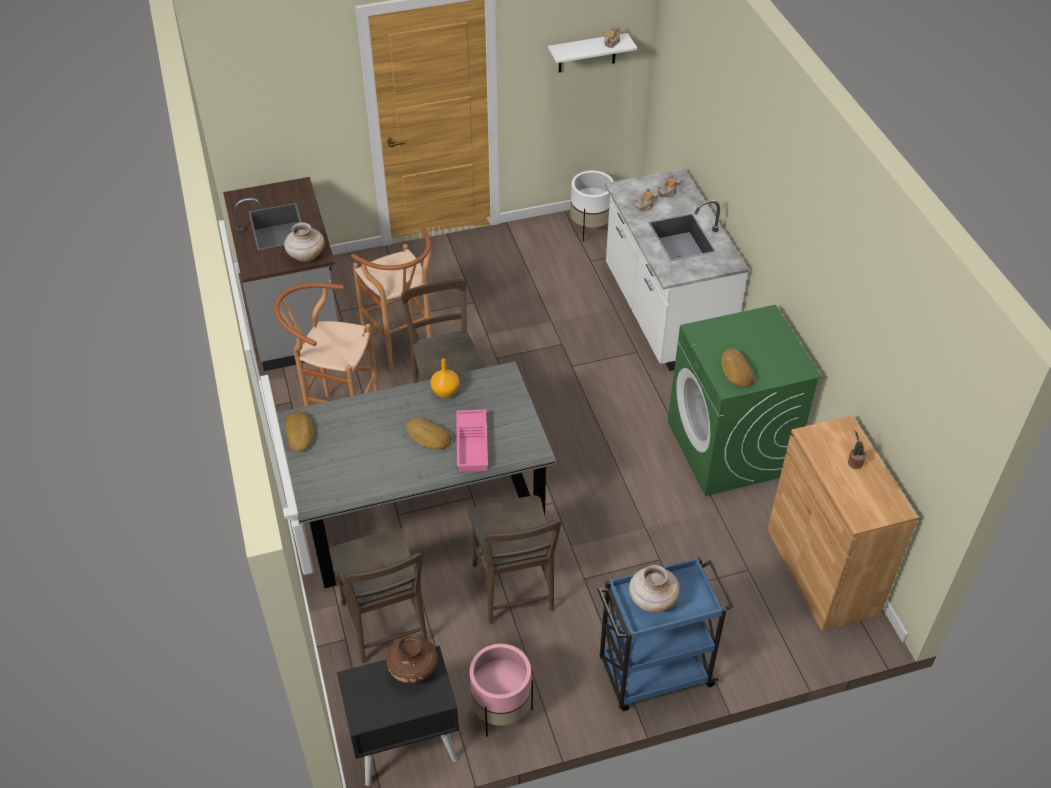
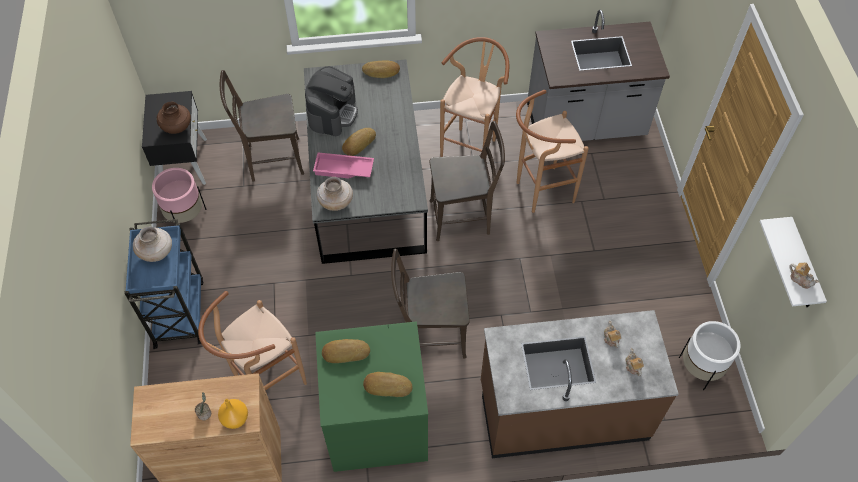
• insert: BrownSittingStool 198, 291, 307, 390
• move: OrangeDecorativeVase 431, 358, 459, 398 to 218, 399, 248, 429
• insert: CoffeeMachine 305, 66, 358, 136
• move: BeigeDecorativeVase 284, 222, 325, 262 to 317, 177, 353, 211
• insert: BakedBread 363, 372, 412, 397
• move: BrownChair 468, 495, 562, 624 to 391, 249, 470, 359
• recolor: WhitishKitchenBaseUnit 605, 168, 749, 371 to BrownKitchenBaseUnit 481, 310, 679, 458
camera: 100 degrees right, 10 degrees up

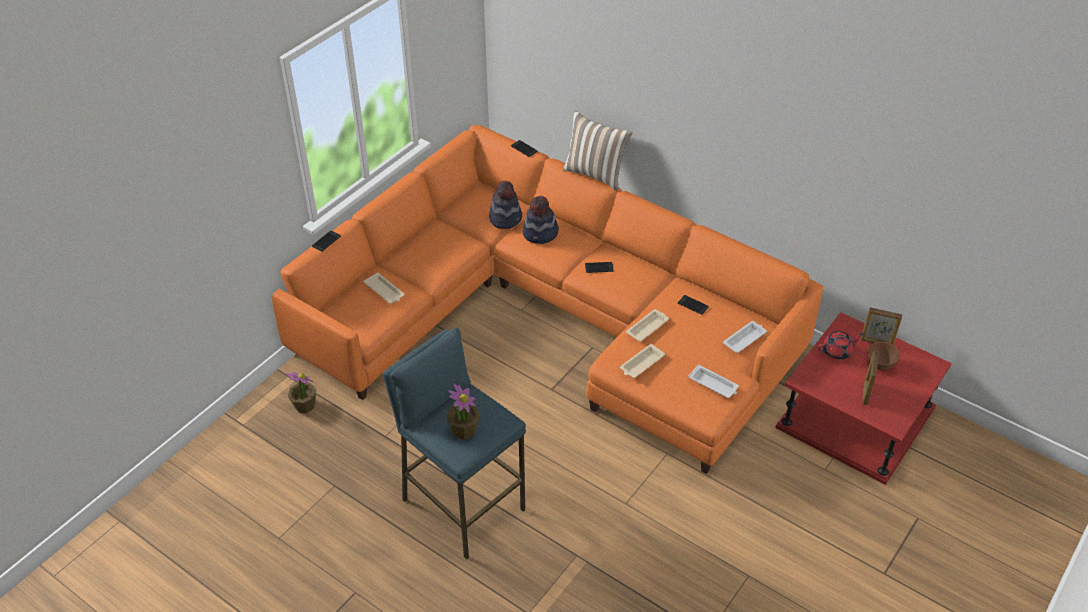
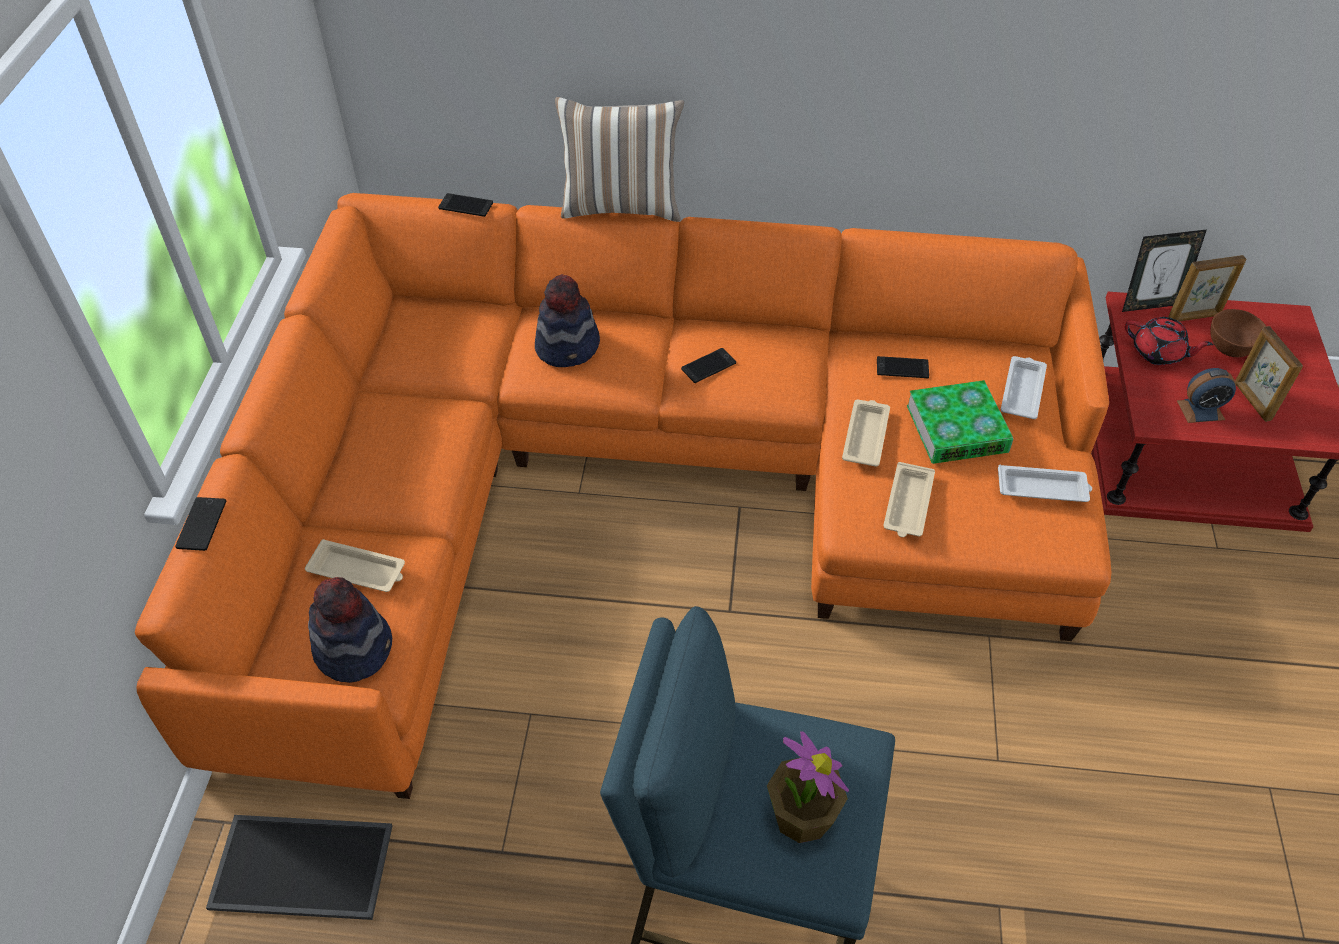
• replace: PottedPlant 286, 372, 316, 413 to Tray 206, 815, 392, 920
• move: ClothingHat 489, 181, 522, 229 to 308, 577, 392, 683
• insert: BoundBook 907, 380, 1013, 464
• insert: StandingFrame 1122, 229, 1207, 312
• rotate: RedColouredPotForTea 818, 331, 864, 360 = 1125, 317, 1213, 366 75 degrees clockwise
• insert: AlarmClock 1177, 368, 1236, 423
camera: 30 degrees left, 5 degrees up

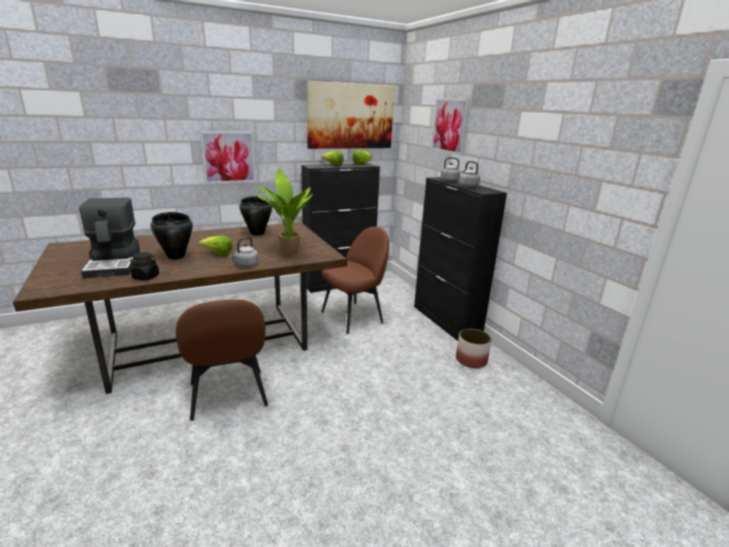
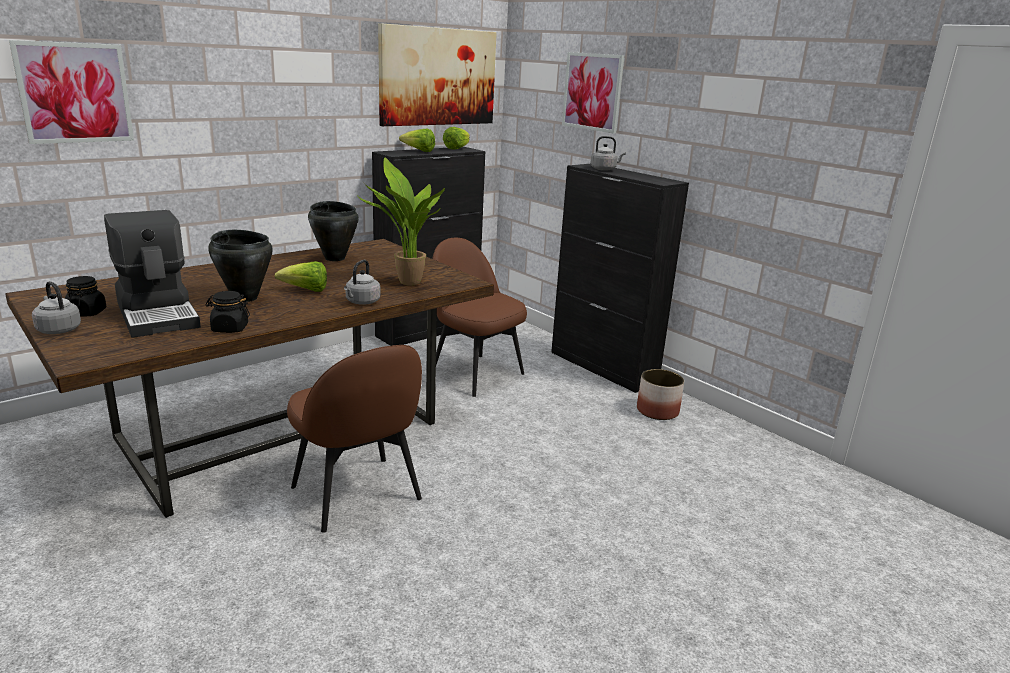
• move: WallPicture 200, 131, 256, 184 to 9, 40, 134, 144
• move: GreyishKettle 459, 161, 480, 188 to 32, 281, 81, 334
• insert: BlackishStorageJar 65, 276, 106, 317
• rotate: BrownChair 321, 227, 389, 334 = 432, 238, 527, 397 90 degrees counterclockwise
camera: 15 degrees left, 0 degrees up

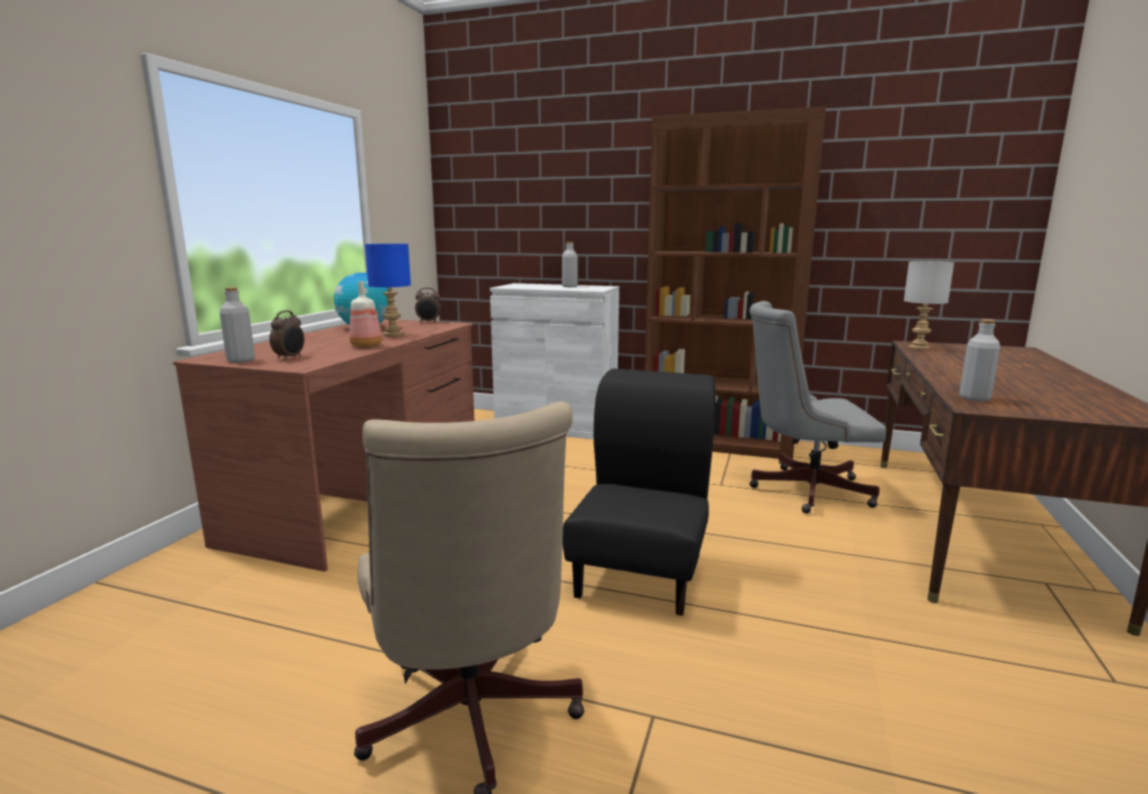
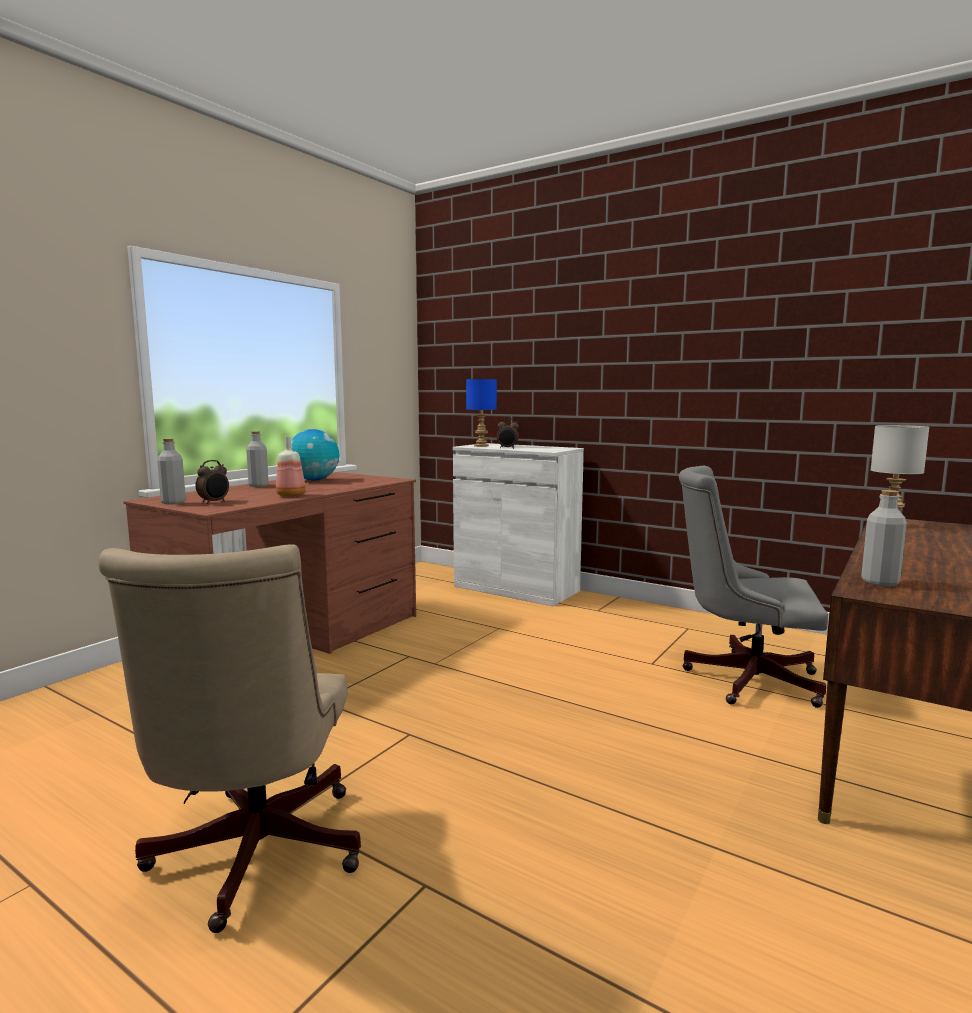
• move: GreyishBottle 562, 242, 578, 287 to 246, 431, 269, 487
• move: BluishLampForATable 365, 244, 411, 337 to 466, 379, 497, 447
• move: AlarmClock 415, 288, 441, 323 to 497, 418, 519, 449
• delete: BlackishChair 562, 368, 716, 616
• delete: BrownShelvingUnit 645, 107, 826, 459
camera: 15 degrees right, 5 degrees down

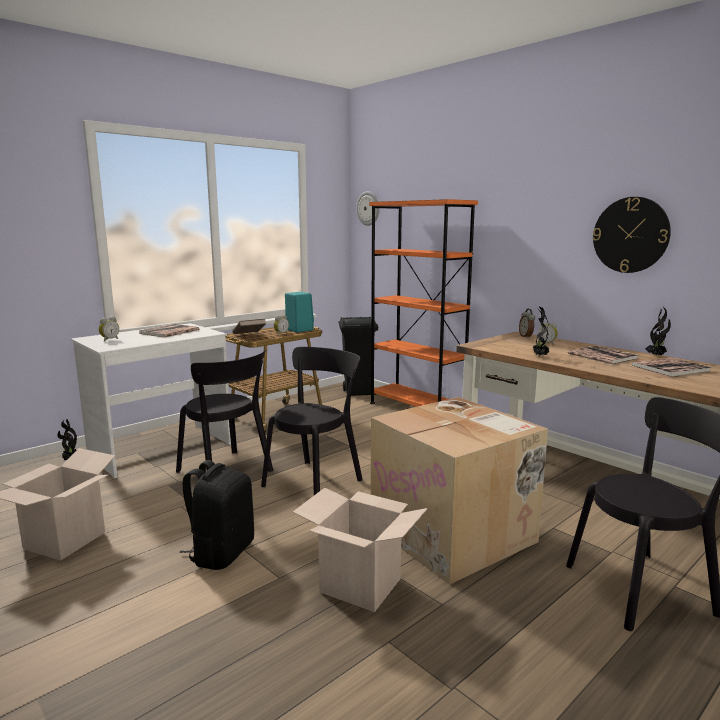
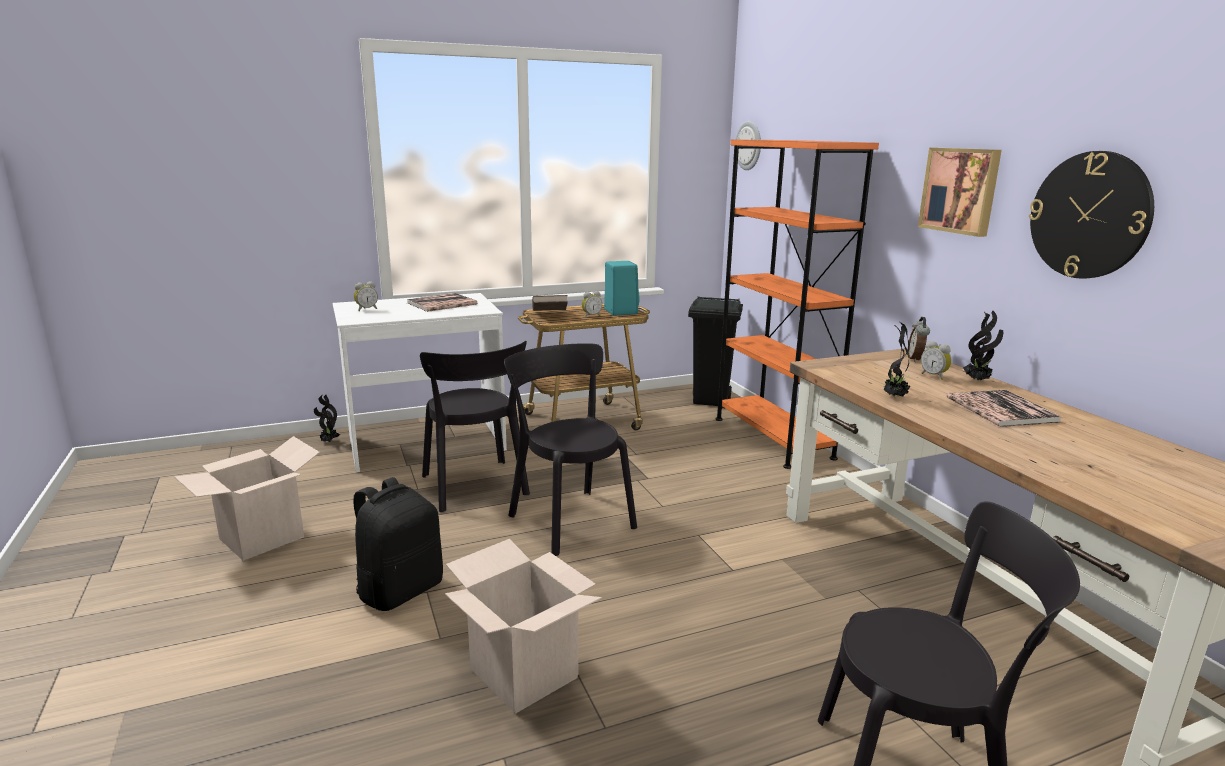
• rotate: BlackishChair 261, 347, 363, 495 = 504, 343, 637, 556 90 degrees counterclockwise
• insert: WallPicture 918, 148, 1002, 237
• move: PottedPlant 645, 307, 671, 357 to 963, 311, 1003, 381
• delete: CardboardBox 371, 397, 548, 585
• delete: BoundBook 631, 357, 712, 377
camera: 20 degrees right, 5 degrees up

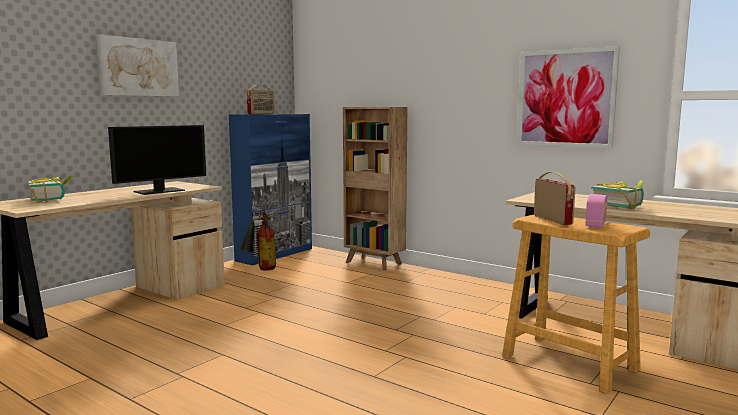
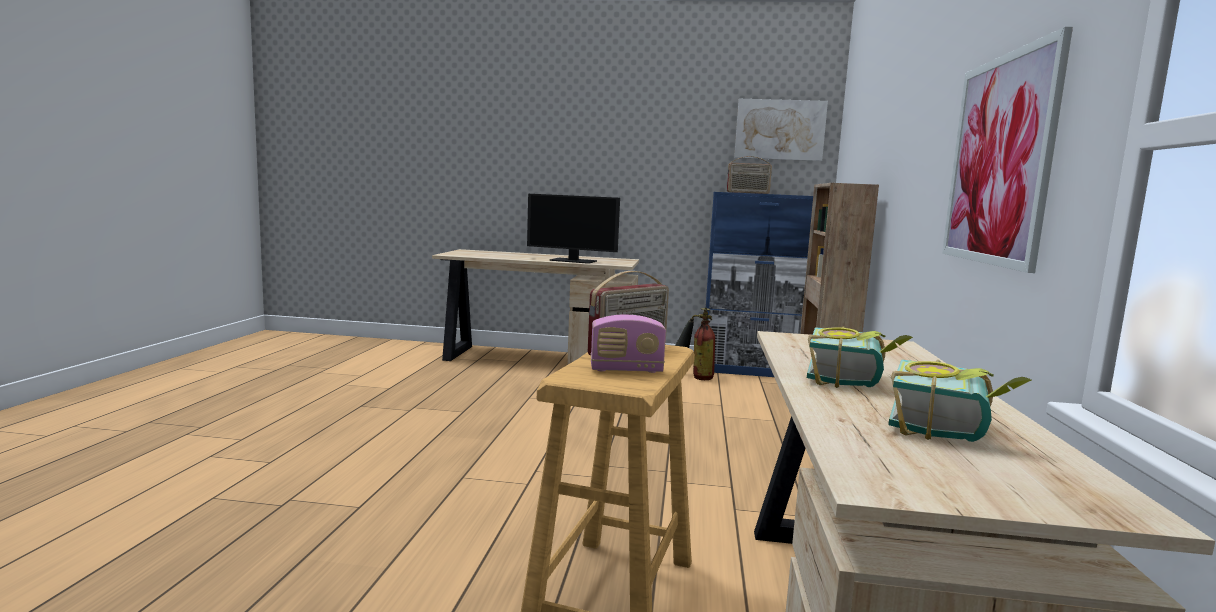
• move: WallPicture 96, 34, 179, 97 to 734, 99, 828, 161
• move: BoundBook 28, 176, 74, 203 to 888, 359, 1031, 442
camera: 60 degrees right, 0 degrees up

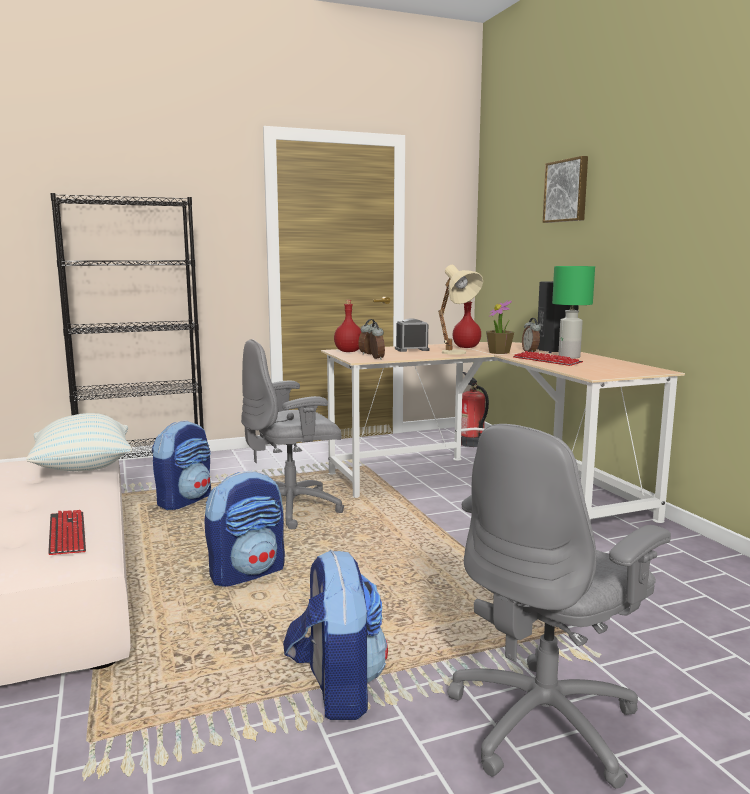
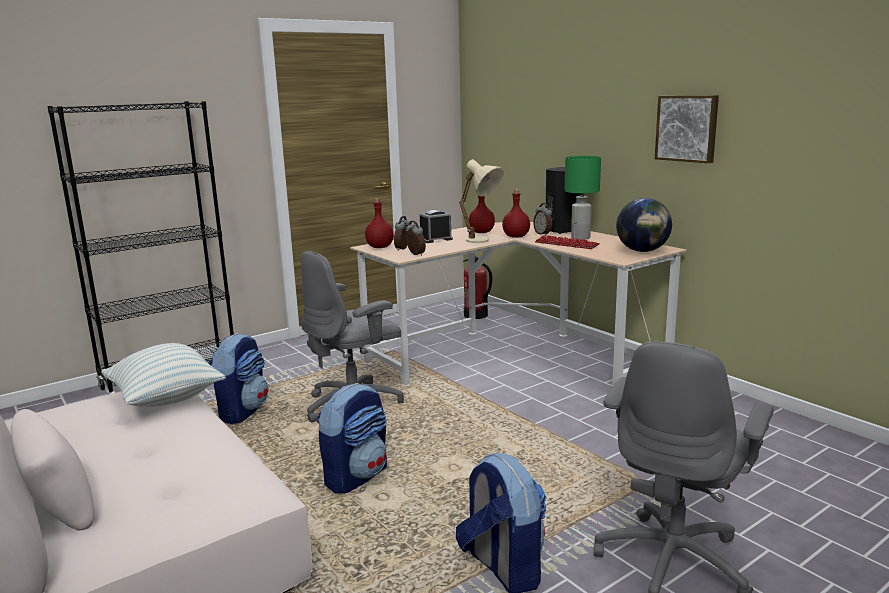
• replace: PottedPlant 486, 300, 514, 354 to RedColouredBottle 502, 189, 530, 238
• insert: Globe 616, 198, 672, 252
• move: WallPicture 543, 156, 588, 223 to 655, 95, 719, 164
• delete: Keyboard 48, 510, 86, 555
camera: 15 degrees left, 5 degrees up

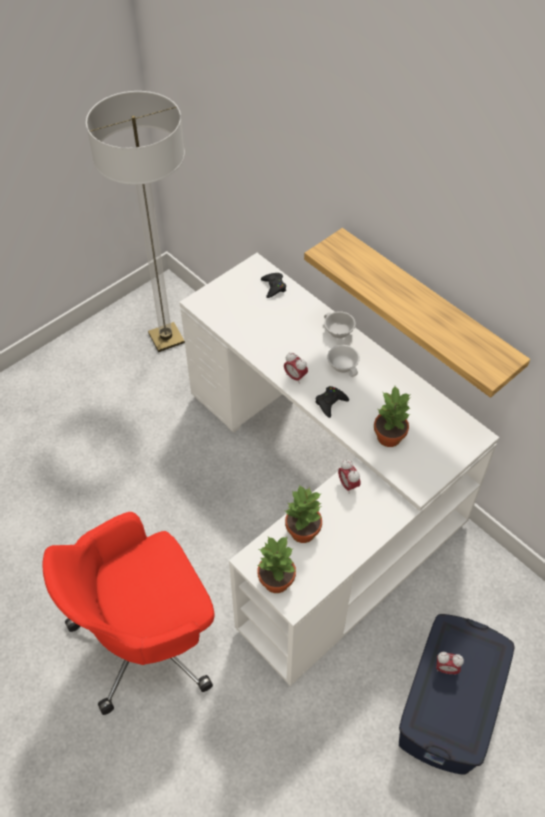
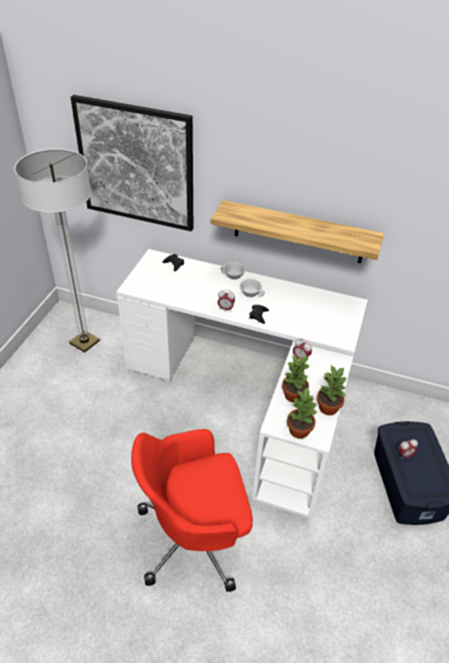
• insert: WallPicture 71, 95, 193, 231
• rotate: RedColouredDeskChair 42, 512, 214, 715 = 131, 429, 253, 592 45 degrees clockwise
• move: PottedPlant 374, 386, 411, 447 to 317, 365, 348, 415
camera: 30 degrees left, 10 degrees down

